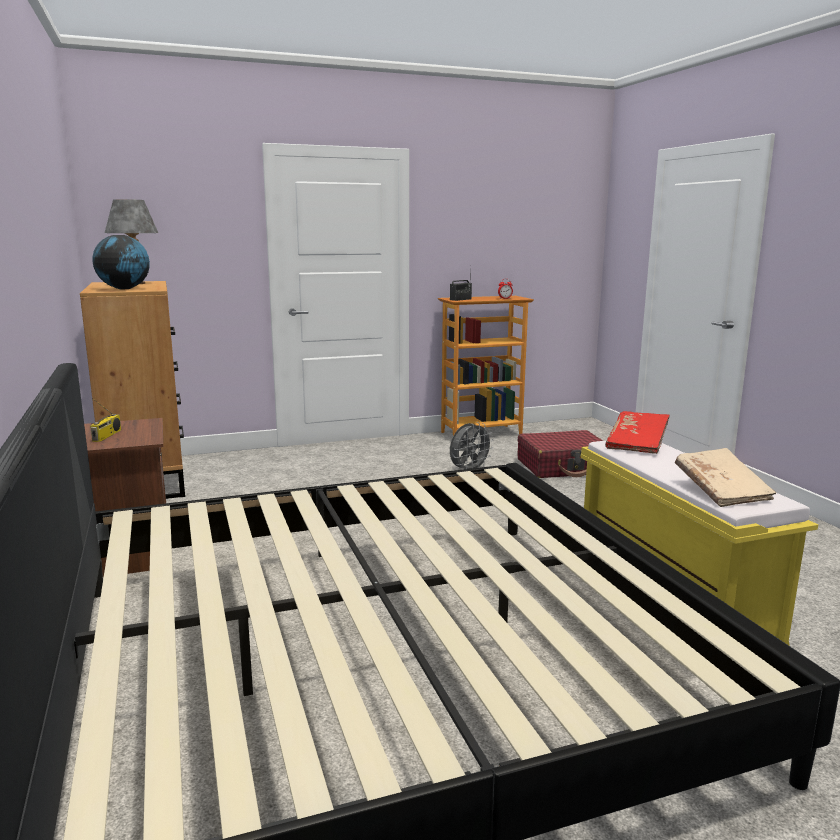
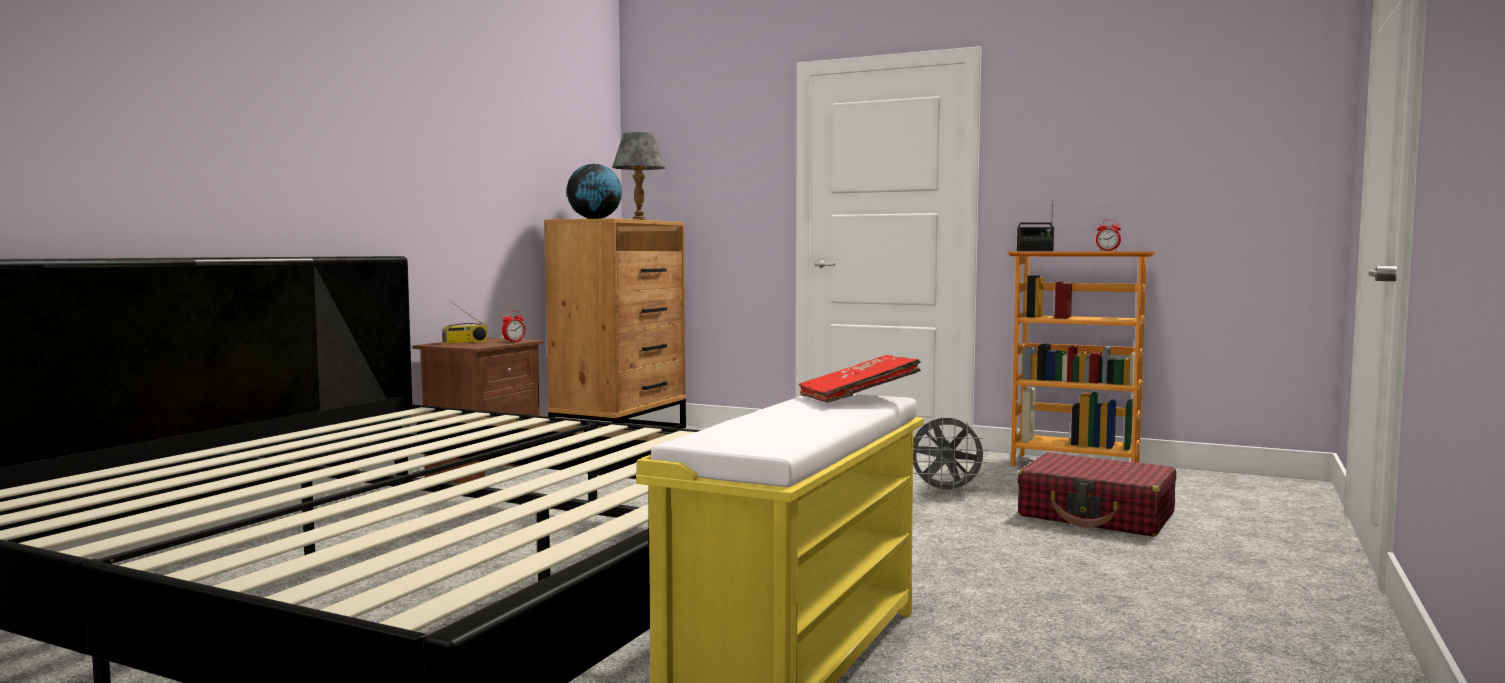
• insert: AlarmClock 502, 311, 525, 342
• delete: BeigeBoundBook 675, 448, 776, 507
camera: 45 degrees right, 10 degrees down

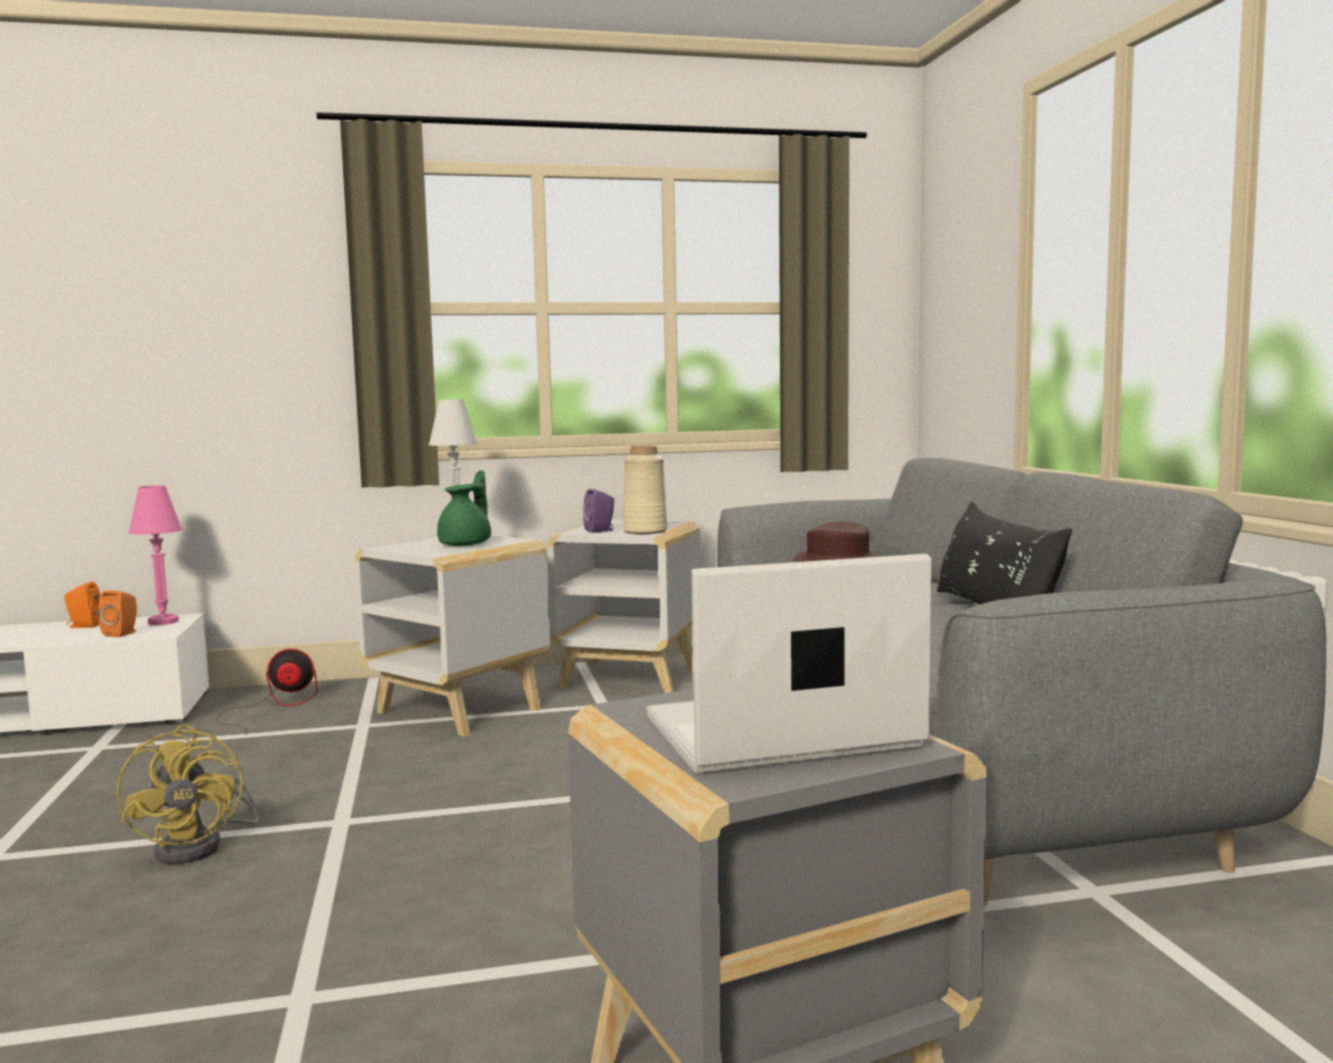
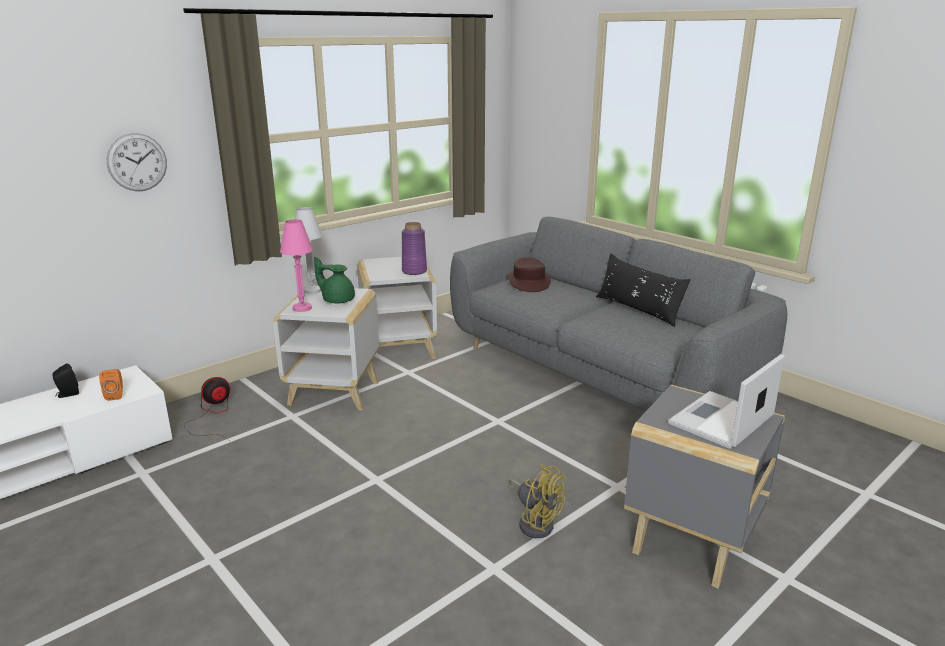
• recolor: OrangeLoudspeaker 64, 582, 101, 628 to BlackishLoudspeaker 52, 363, 79, 398
• insert: ClockOnTheWall 107, 133, 167, 191
• move: PinkLampForATable 129, 486, 182, 625 to 280, 219, 313, 312
• rotate: GreenPotForTea 437, 470, 491, 546 = 314, 257, 355, 304 60 degrees counterclockwise
• recolor: BeigeDecorativeVase 623, 446, 667, 534 to PurpleColouredDecorativeVase 402, 222, 427, 275
• move: YellowishElectricFan 117, 725, 259, 864 to 509, 464, 566, 538
• delete: PurpleColouredLoudspeaker 583, 489, 614, 533
camera: 30 degrees left, 15 degrees up

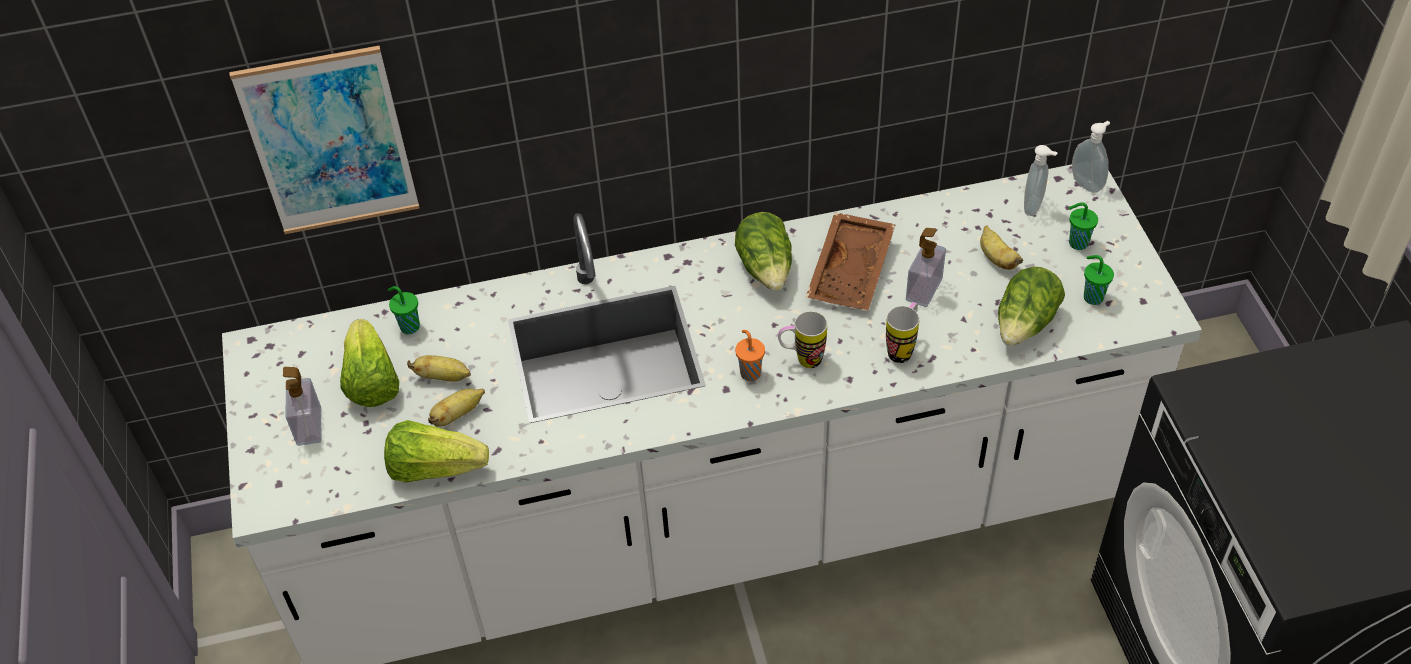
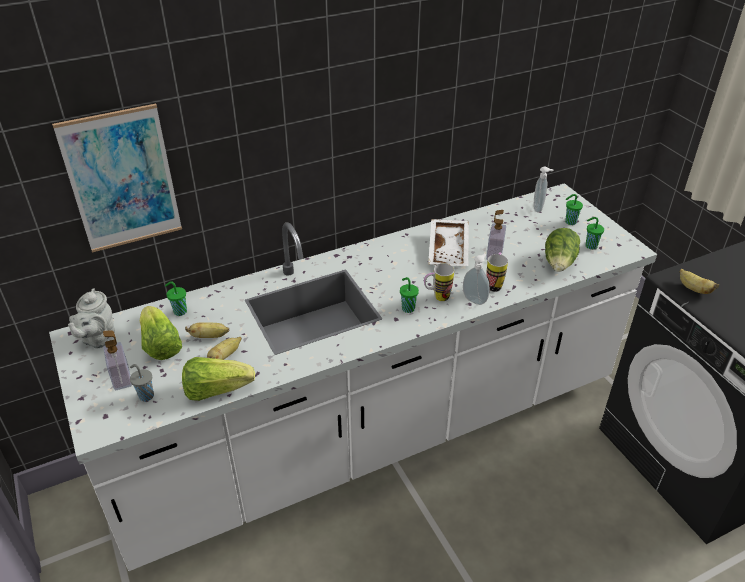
• insert: GreyishPotForTea 68, 288, 115, 349
• insert: GreyishSmallCup 130, 364, 154, 402
• recolor: OrangeSmallCup 735, 330, 765, 381 to GreenSmallCup 400, 277, 419, 313
• recolor: BrownTray 806, 212, 896, 310 to WhitishTray 428, 219, 469, 266
• move: SoapDispenser 1072, 121, 1110, 193 to 463, 253, 489, 305
• move: BananaFruit 980, 225, 1023, 270 to 680, 269, 720, 294
• delete: Lettuce 735, 212, 792, 291
camera: 15 degrees left, 10 degrees down

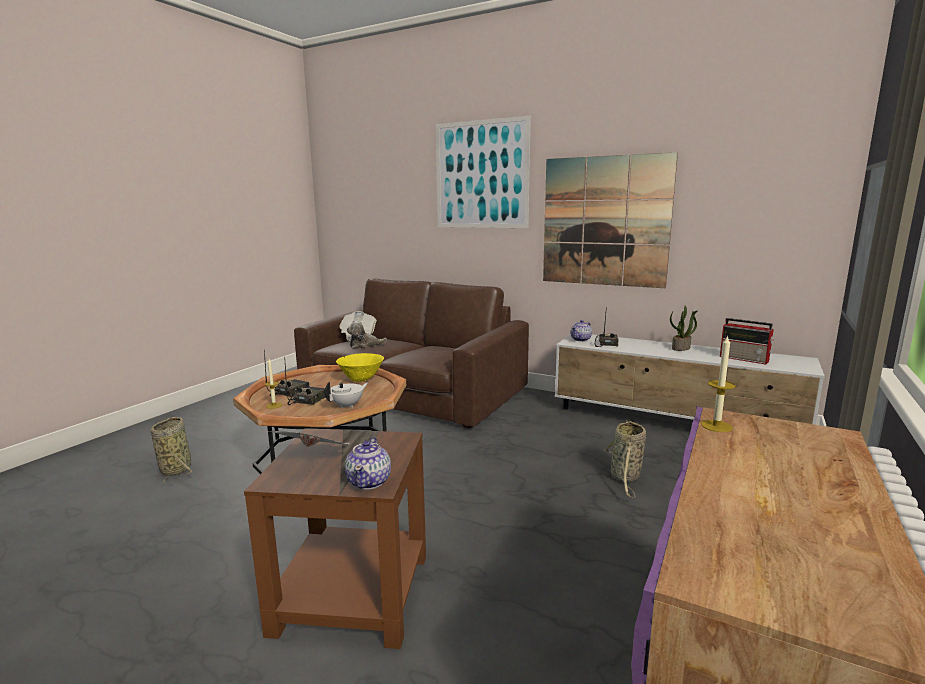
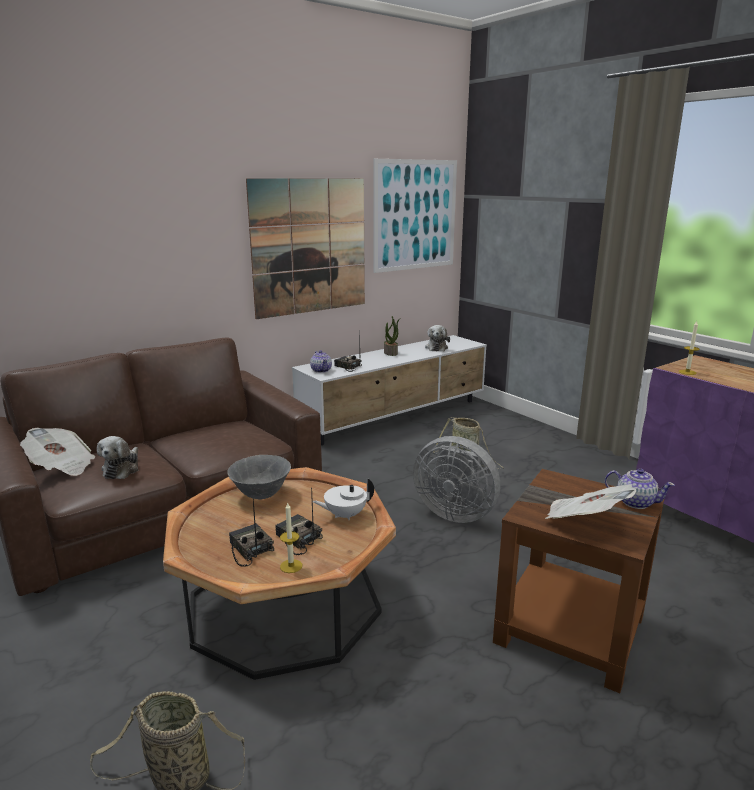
• recolor: YellowishBowl 336, 353, 384, 382 to GreyishBowl 227, 455, 291, 500
• rotate: WhitishPotForTea 325, 382, 368, 408 = 313, 478, 374, 521 90 degrees counterclockwise
• move: WallPicture 436, 116, 531, 228 to 373, 159, 457, 273
• insert: GreyishElectricFan 413, 436, 500, 523
• replace: RadioSet 720, 318, 775, 365 to SoftToy 425, 325, 450, 351
camera: 65 degrees left, 5 degrees up

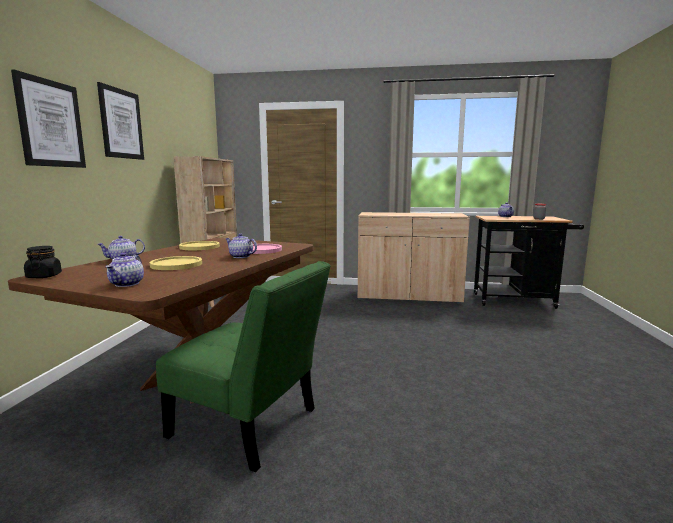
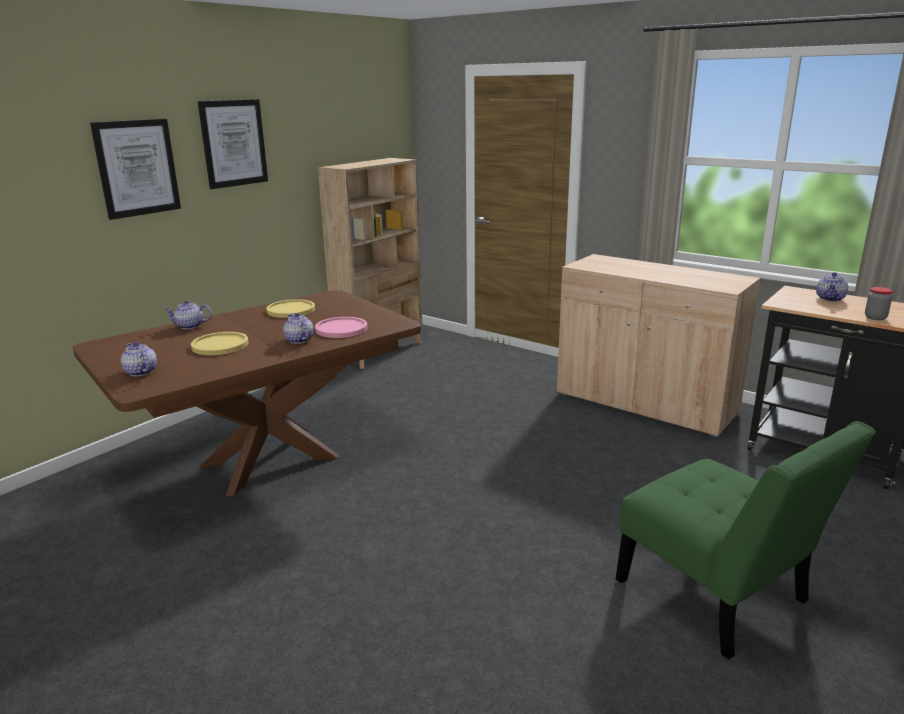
• rotate: PotForTea 106, 253, 144, 287 = 121, 342, 157, 377 105 degrees clockwise
• move: GreenChair 156, 261, 331, 472 to 616, 421, 876, 660
• delete: BlackishStorageJar 24, 246, 62, 278
camera: 30 degrees right, 10 degrees up

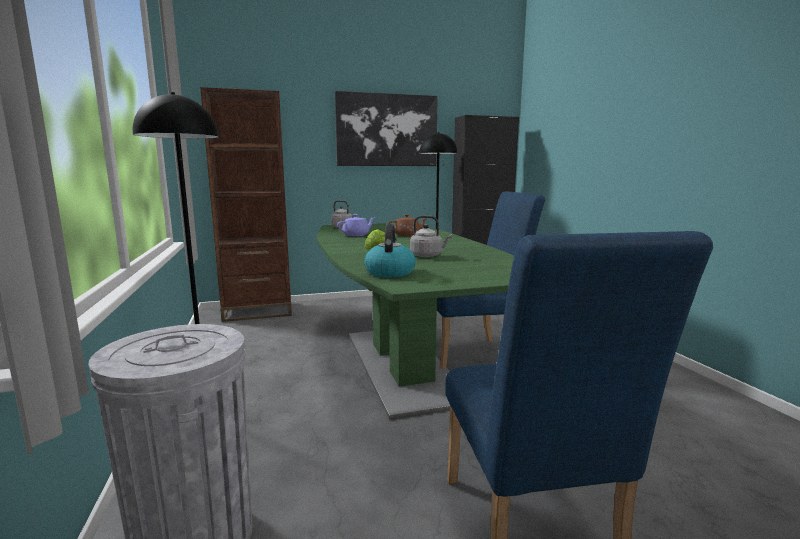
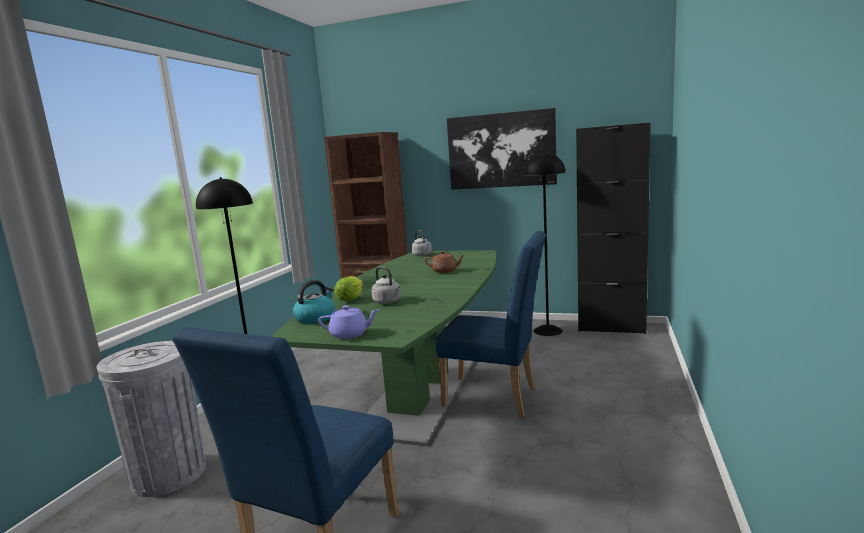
• move: PurpleColouredPotForTea 337, 214, 376, 236 to 318, 305, 378, 339
camera: 35 degrees right, 0 degrees up

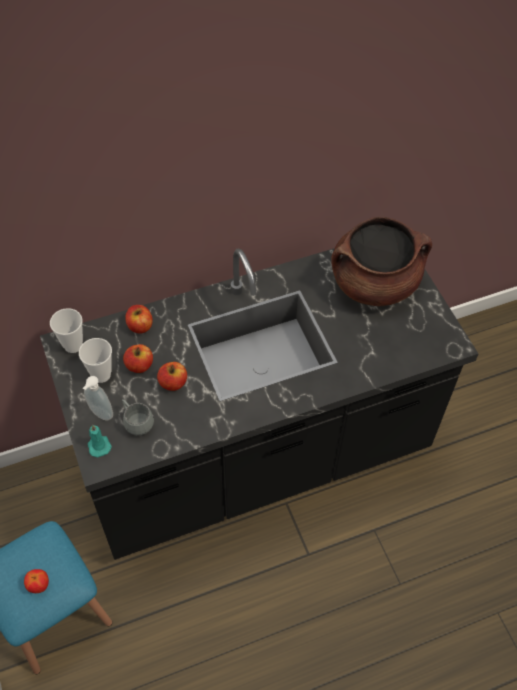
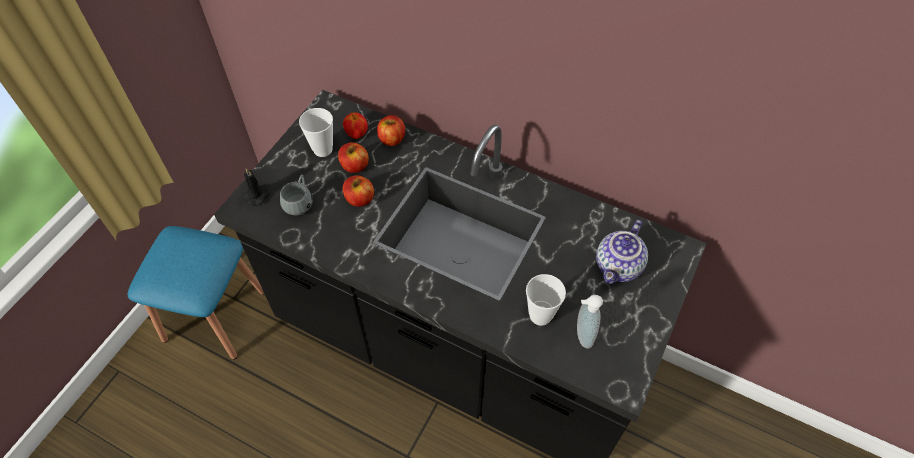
• recolor: BlueGreenWaxLight 88, 425, 112, 457 to BlackishWaxLight 244, 168, 269, 206
• move: Apple 24, 569, 49, 593 to 343, 113, 368, 139
• move: SmallCup 50, 308, 83, 353 to 526, 274, 566, 326
• move: SoapDispenser 83, 376, 113, 420 to 577, 295, 603, 348
• replace: BrownSaucepot 331, 217, 432, 306 to PotForTea 596, 220, 648, 284
camera: 50 degrees right, 0 degrees up

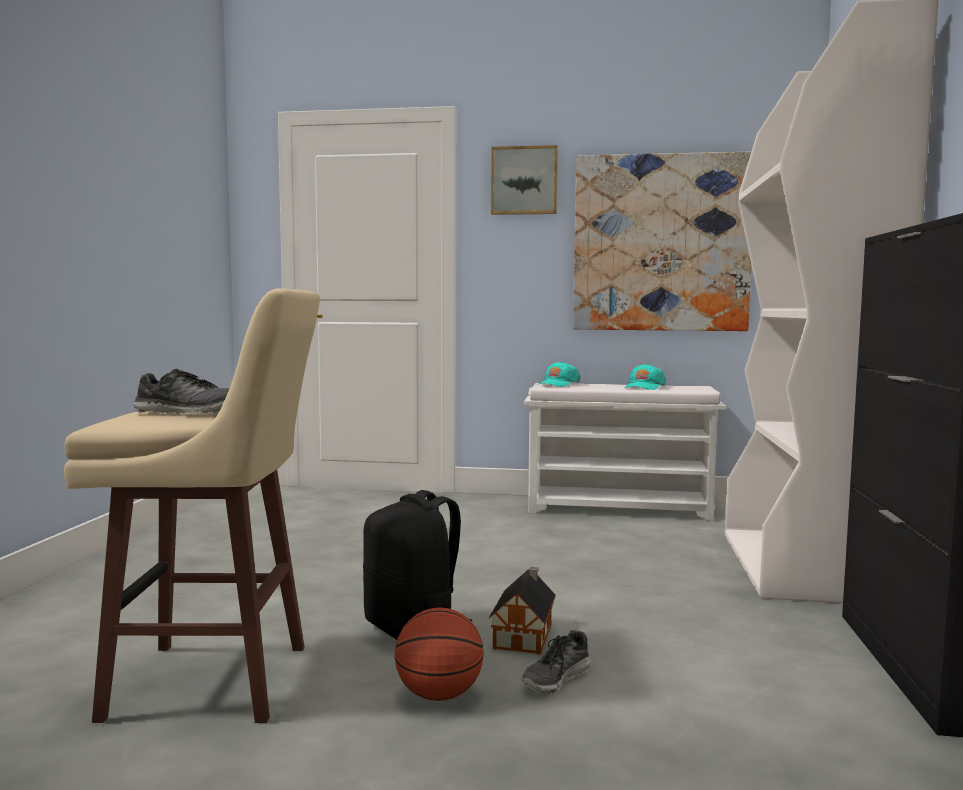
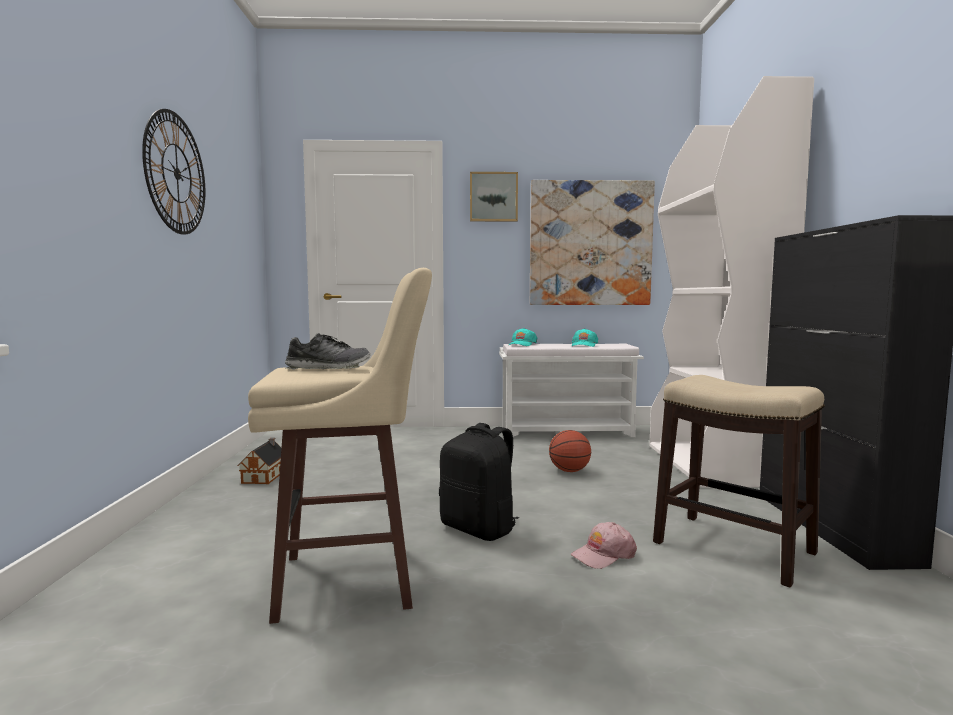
• insert: ClockOnTheWall 142, 109, 205, 235
• move: ToyHouse 489, 567, 556, 654 to 238, 438, 281, 484
• move: Basketball 395, 607, 484, 701 to 549, 430, 591, 472
• replace: Shoe 521, 630, 591, 694 to PinkCap 571, 522, 637, 569
• insert: SittingStool 653, 375, 825, 588
camera: 10 degrees left, 0 degrees up

